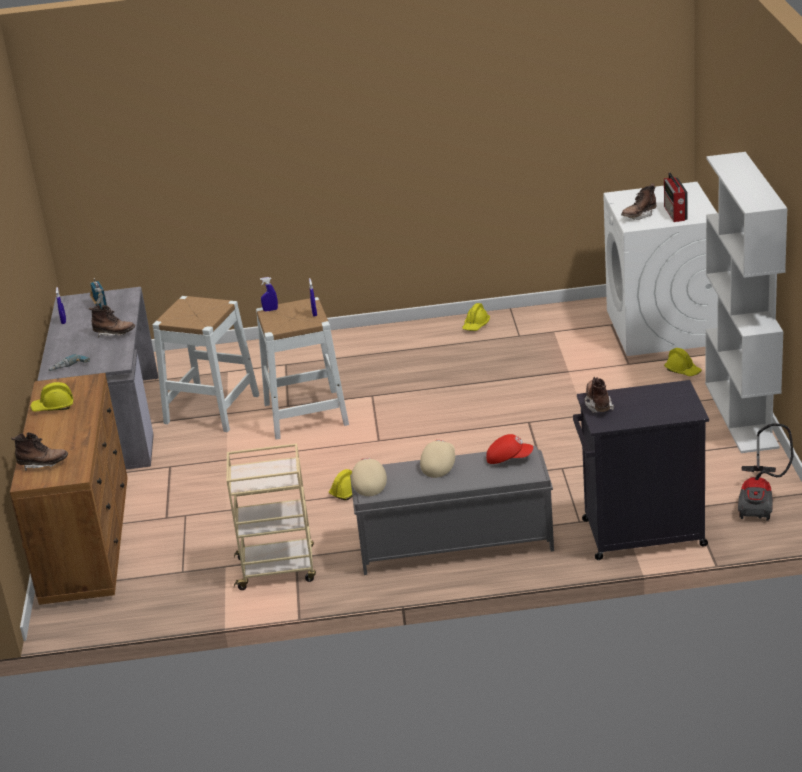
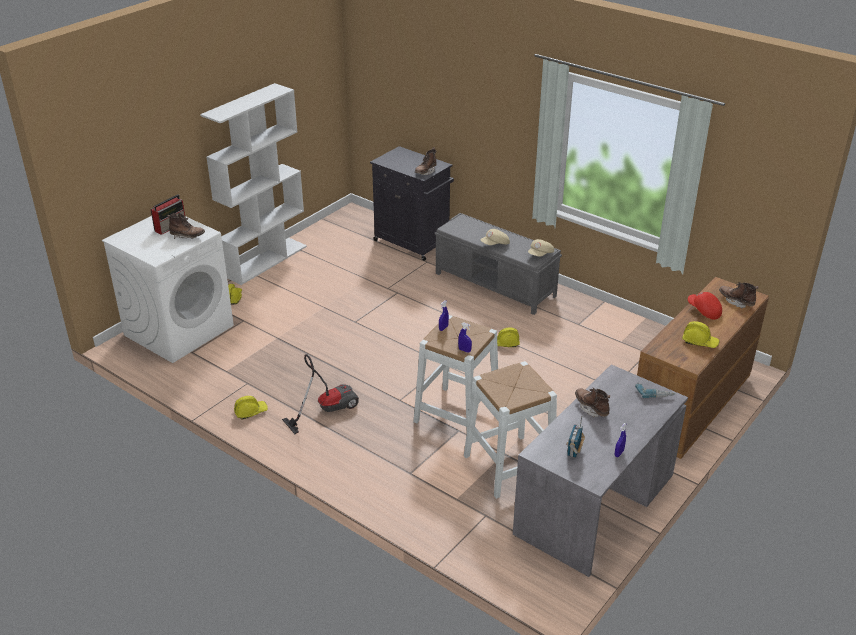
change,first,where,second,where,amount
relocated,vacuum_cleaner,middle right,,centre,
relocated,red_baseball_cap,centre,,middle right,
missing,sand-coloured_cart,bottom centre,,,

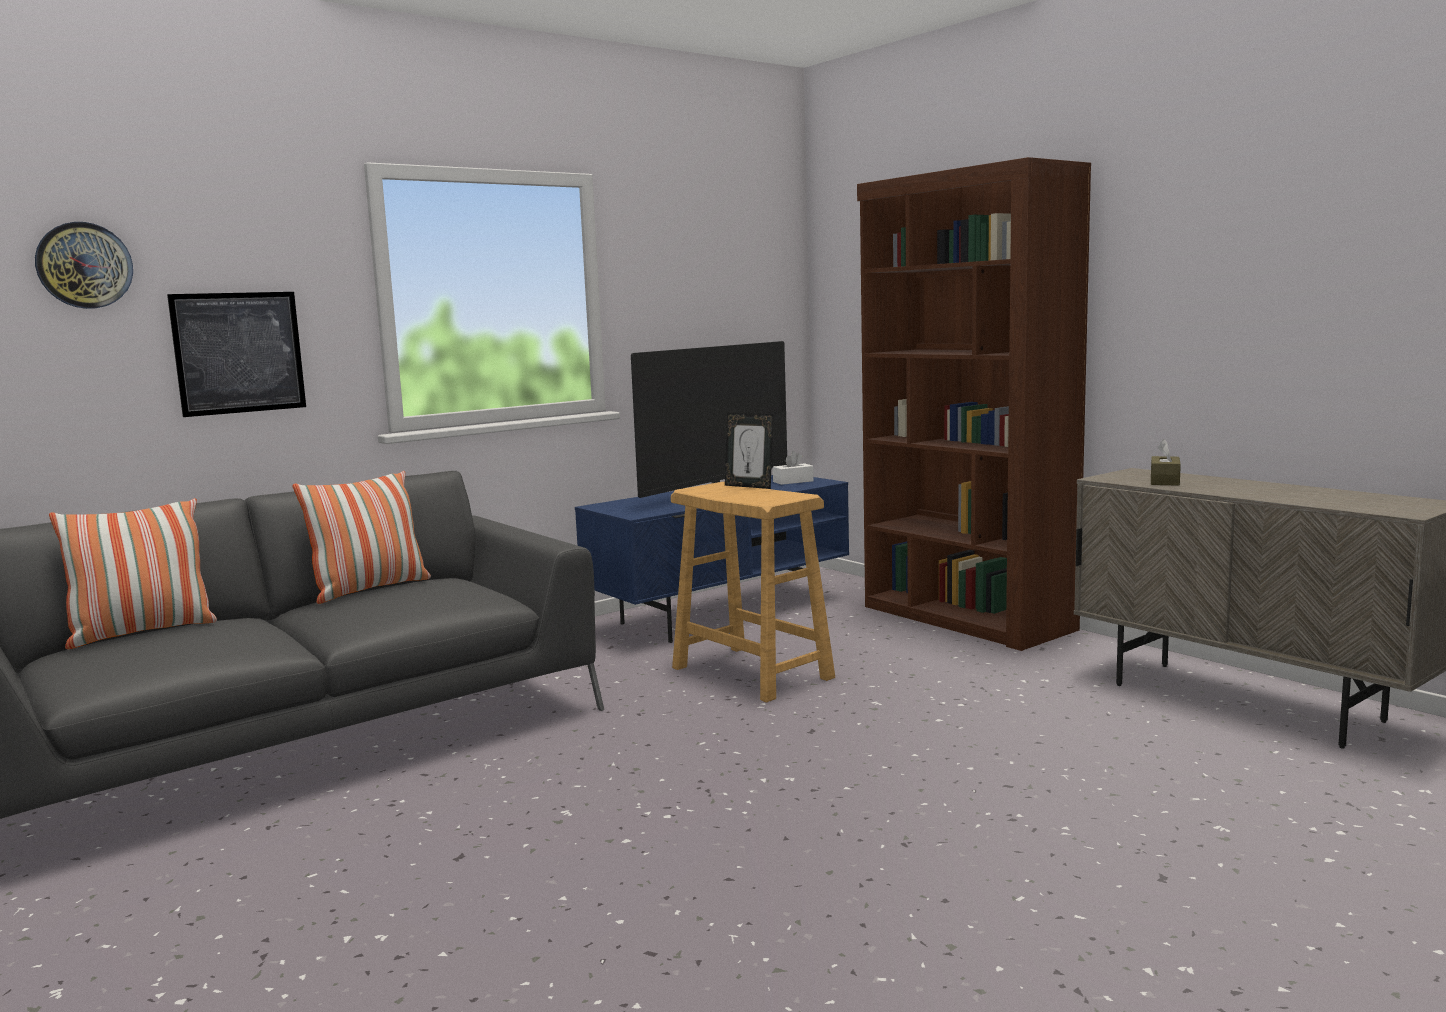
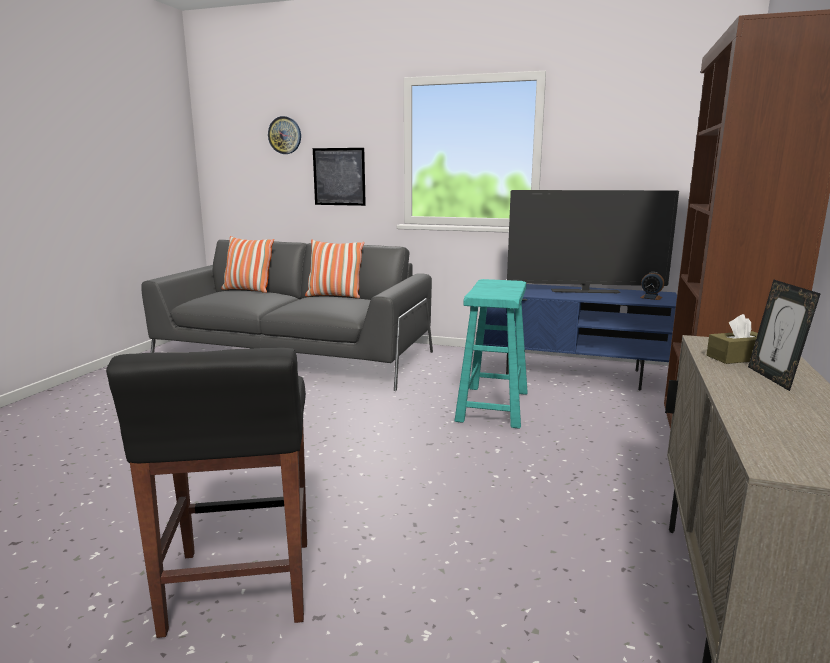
change,first,where,second,where,amount
relocated,picture_frame,centre,,middle right,
exchanged,white-coloured_box_of_tissues,centre,alarm_clock,middle right,
colour,sand-coloured_stool_seat,centre,turquoise-coloured_stool_seat,centre,
appeared,,,black_stool_seat,bottom left,

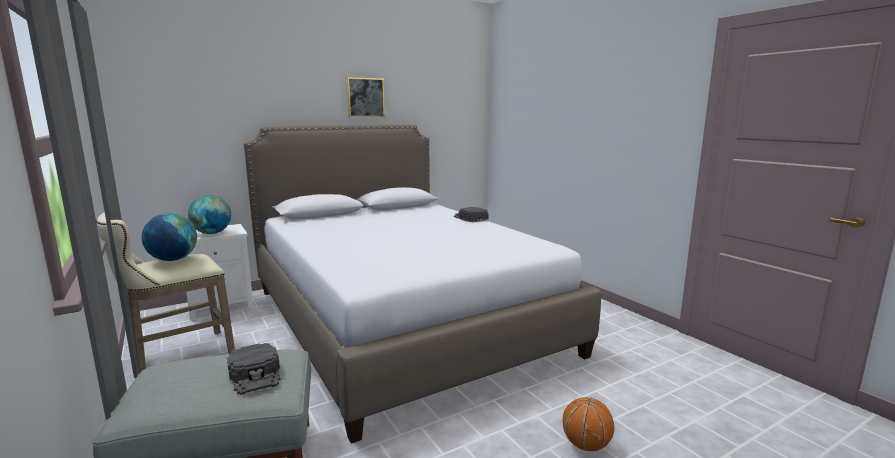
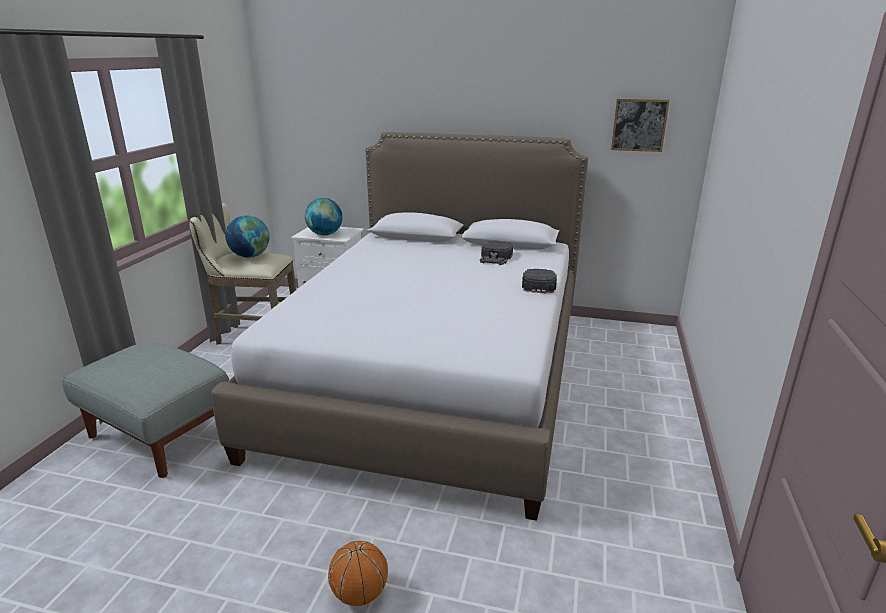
change,first,where,second,where,amount
relocated,wall_art,top centre,,top right,
relocated,black_baseball_cap (no. 1 from left),bottom left,,centre,

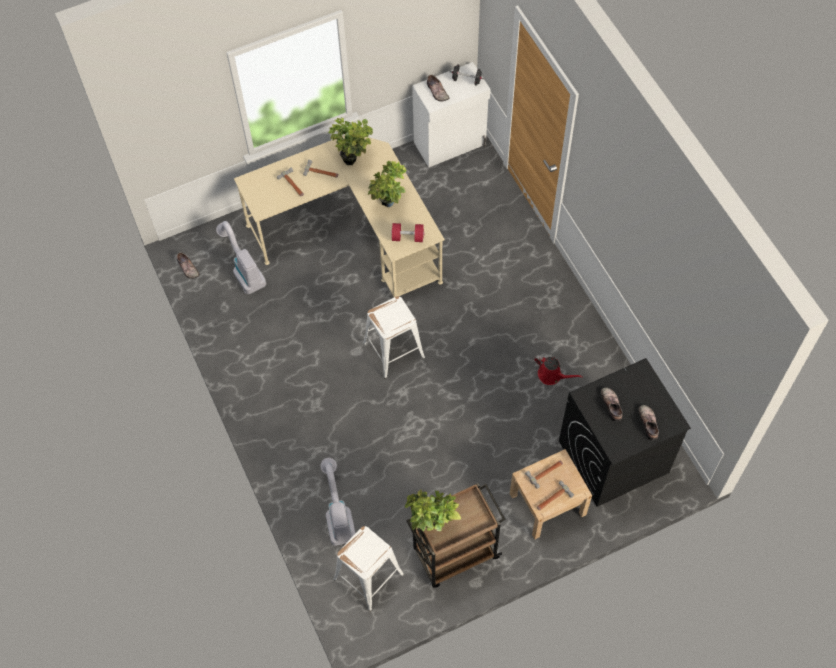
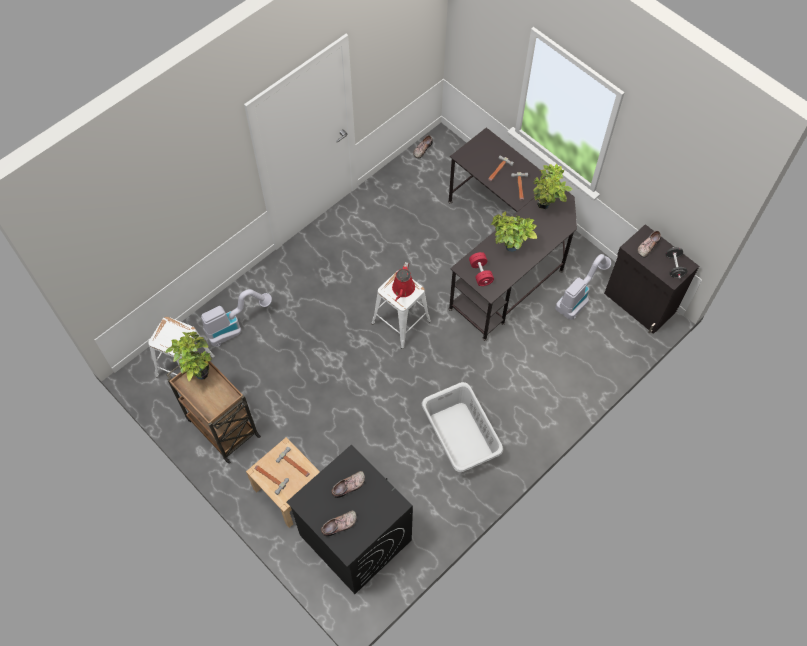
change,first,where,second,where,amount
colour,white-coloured_storage_cabinet,top centre,black_storage_cabinet,middle right,
colour,sand-coloured_desk_table,top centre,black_desk_table,centre,
relocated,vacuum_cleaner (no. 1 from left in the first image),middle left,vacuum_cleaner (no. 2 from left),middle right,
relocated,red_watering_pot,middle right,,centre,
appeared,,,grey_laundry_basket,centre,

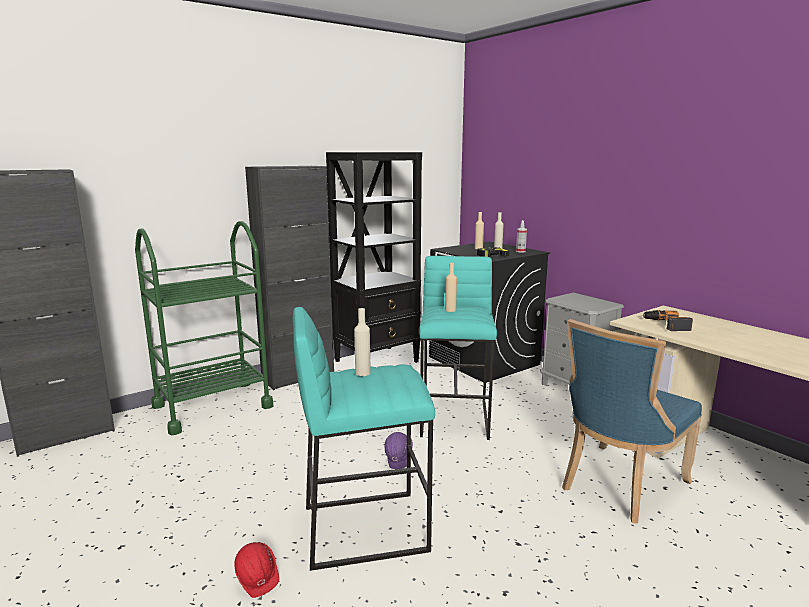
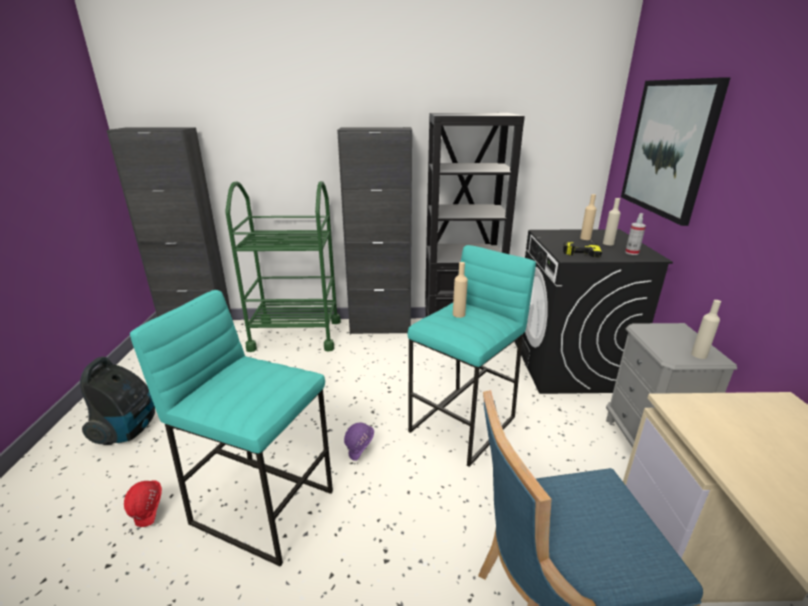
change,first,where,second,where,amount
relocated,sand-coloured_beverage_bottle (no. 1 from left in the first image),centre,sand-coloured_beverage_bottle (no. 4 from left),middle right,
missing,power_drill (no. 2 from left),middle right,,,
appeared,,,wall_art,top right,
appeared,,,vacuum_cleaner,middle left,

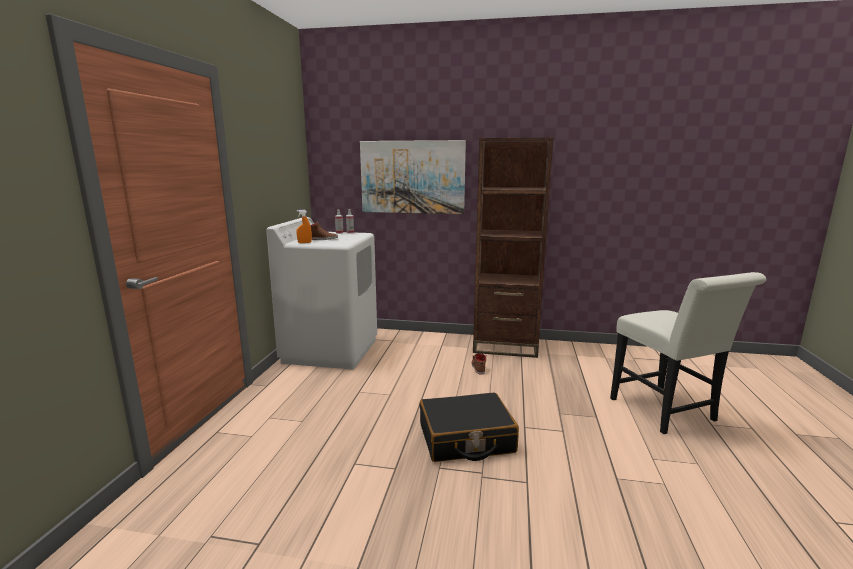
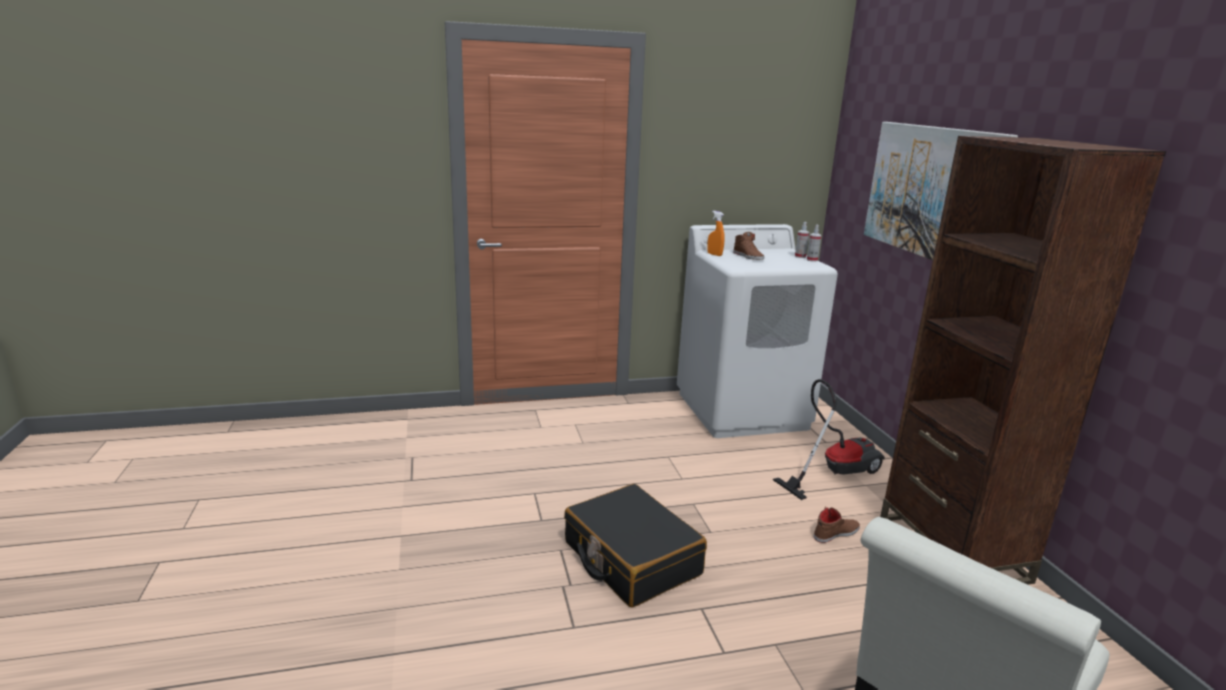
change,first,where,second,where,amount
appeared,,,vacuum_cleaner,middle right,

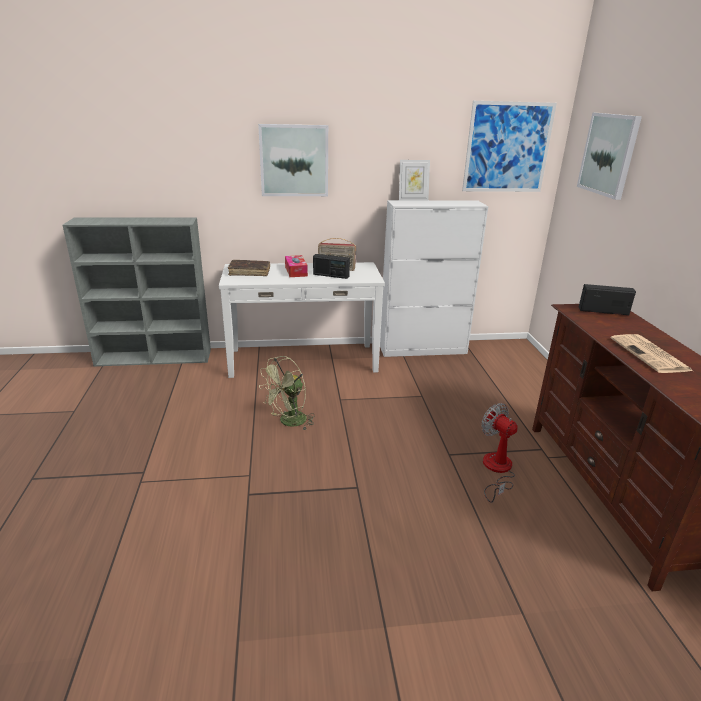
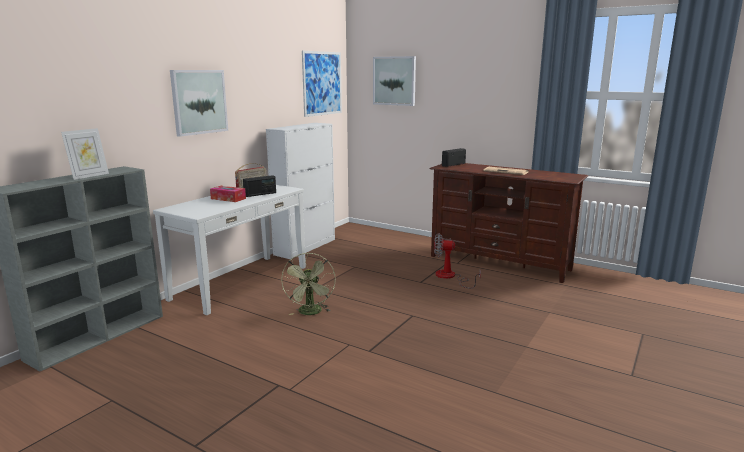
change,first,where,second,where,amount
relocated,picture_frame,top centre,,middle left,
missing,brown_book,centre,,,

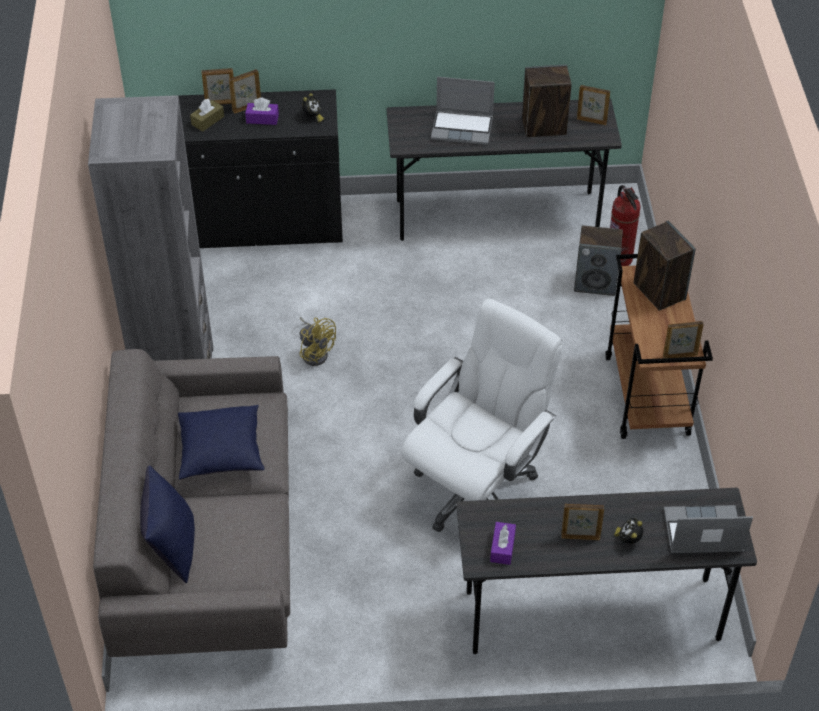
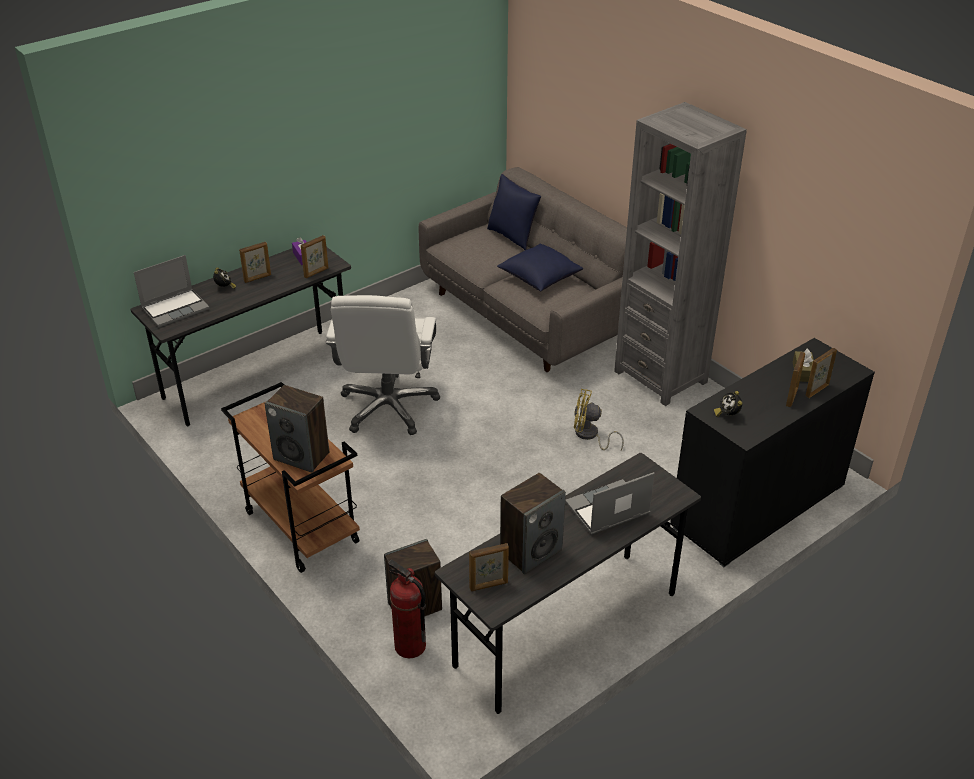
change,first,where,second,where,amount
missing,purple-coloured_box_of_tissues (no. 1 from left),top left,,,
relocated,picture_frame (no. 5 from left in the first image),middle right,picture_frame (no. 2 from left),top left,

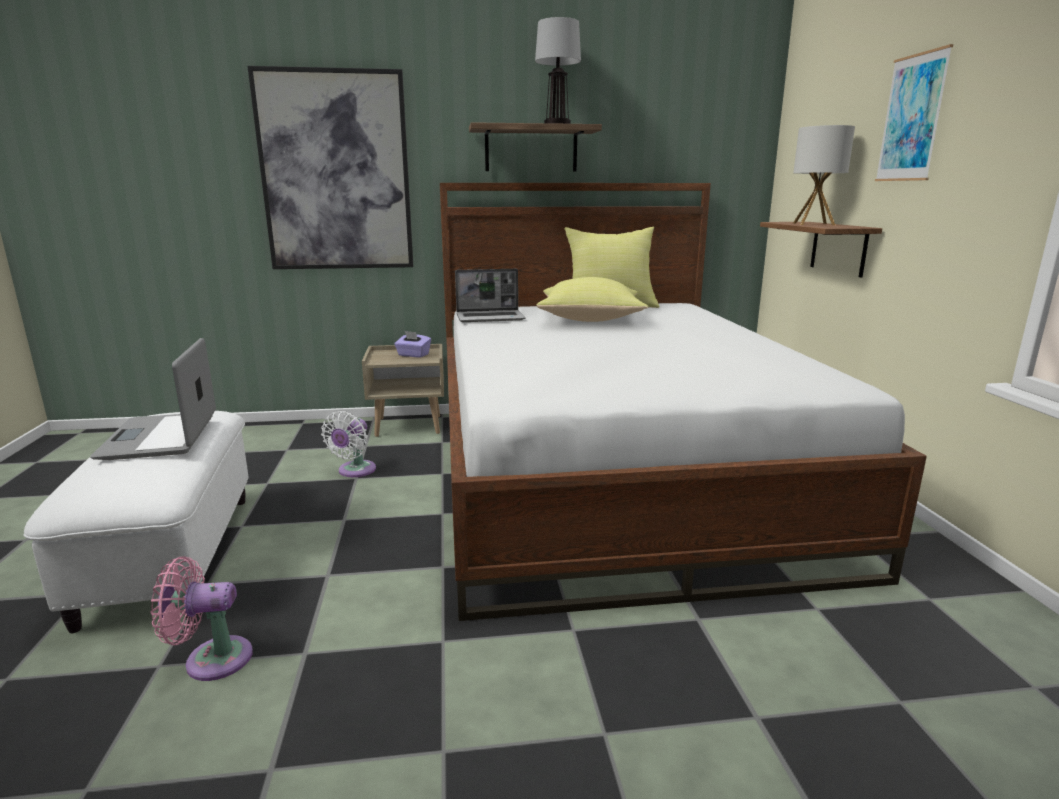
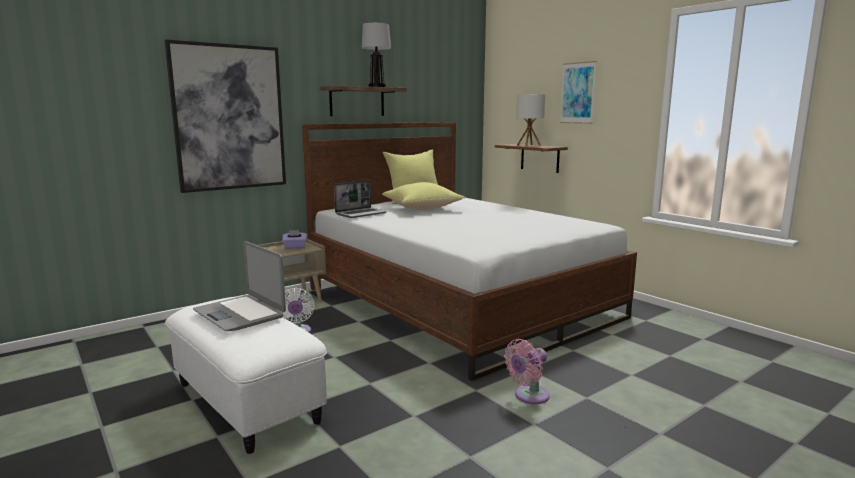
change,first,where,second,where,amount
relocated,pink-coloured_cooling_fan,bottom left,,bottom centre,

